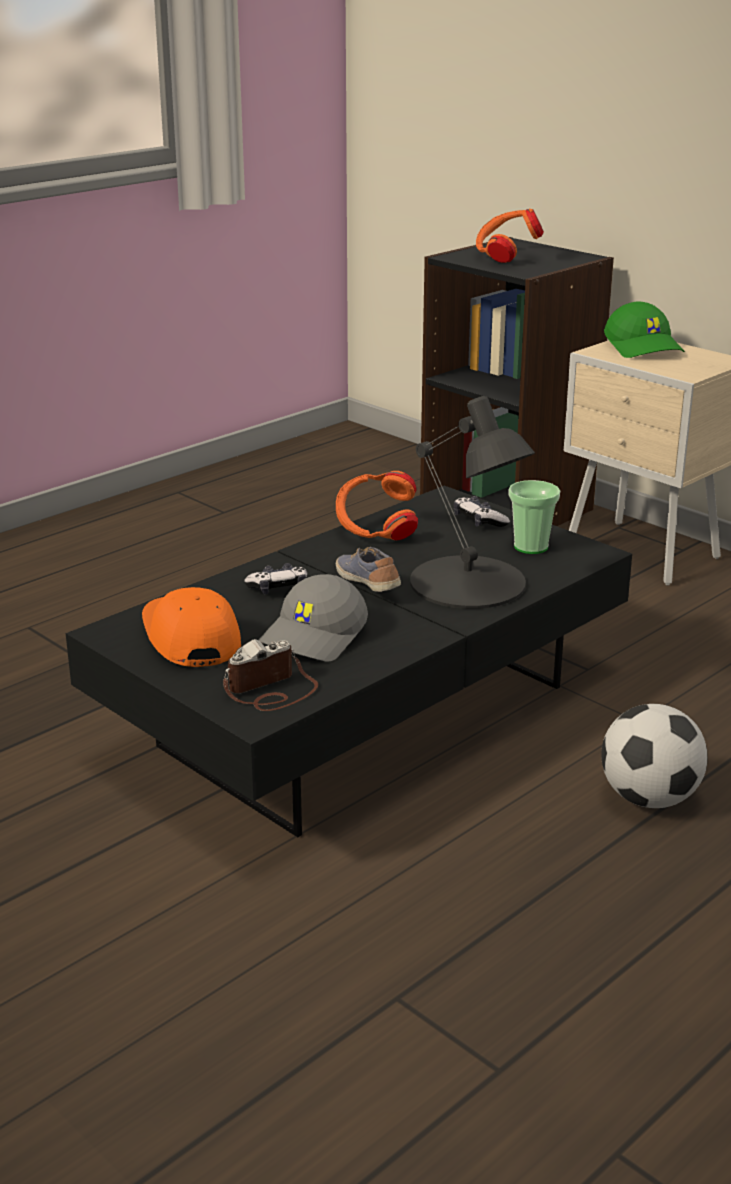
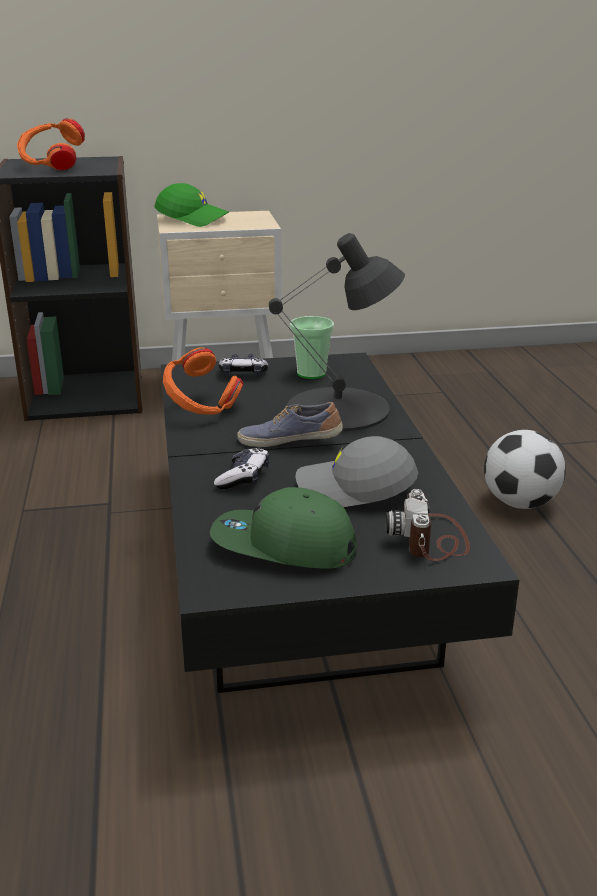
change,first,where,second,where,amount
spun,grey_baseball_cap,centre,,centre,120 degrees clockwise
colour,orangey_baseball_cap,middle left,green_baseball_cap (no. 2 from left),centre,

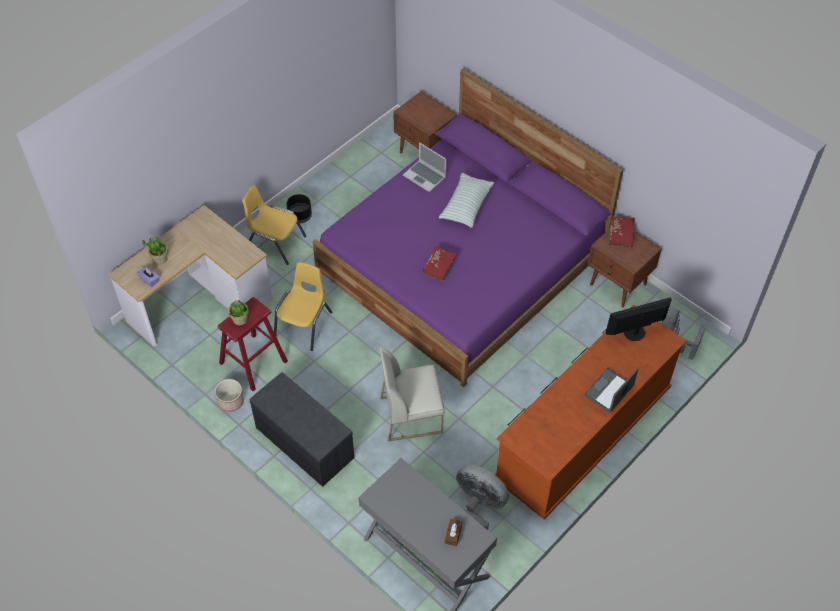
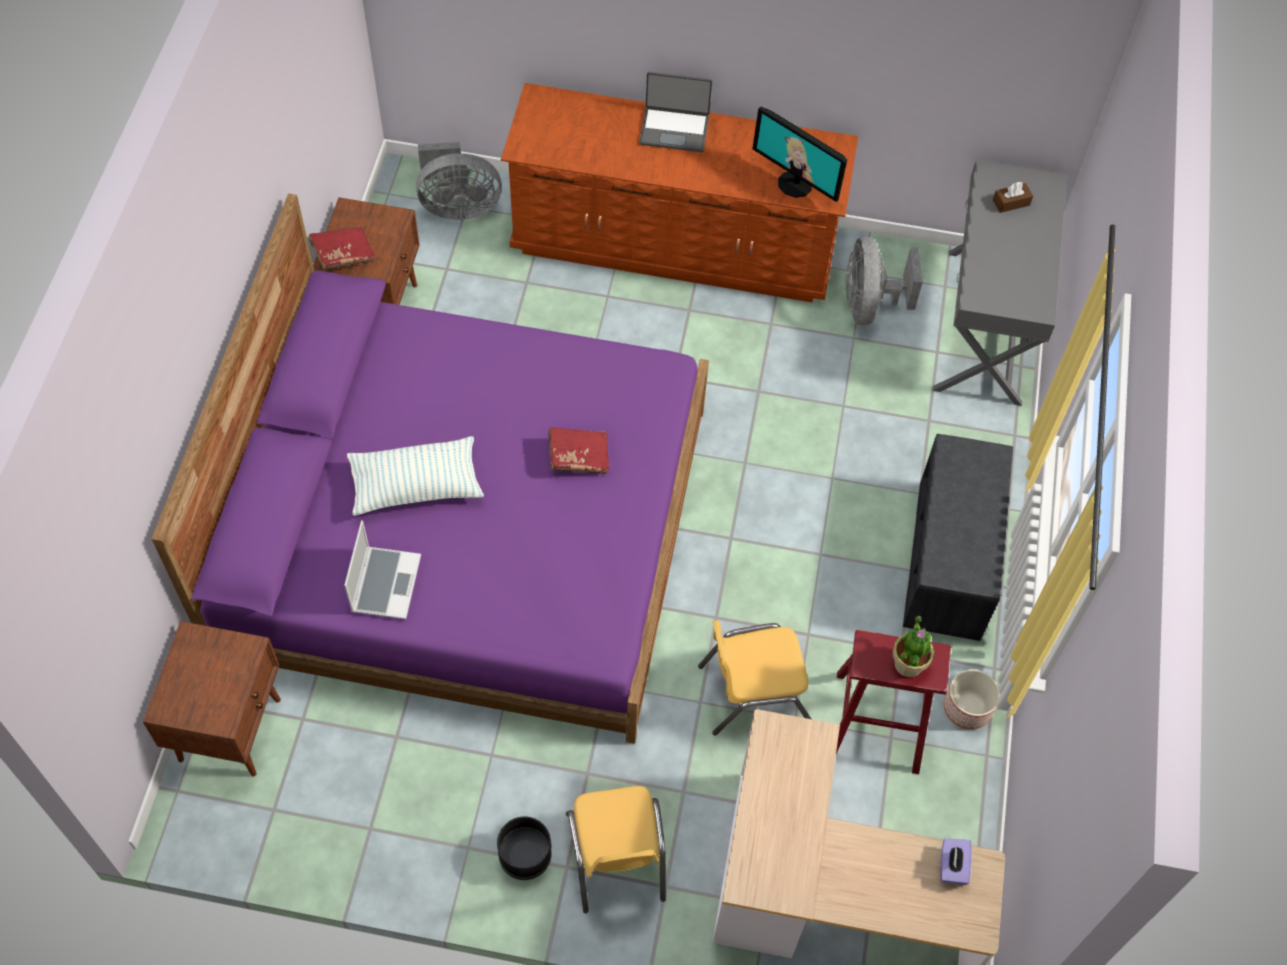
change,first,where,second,where,amount
missing,plant_in_a_pot (no. 1 from left),middle left,,,
relocated,computer_display,middle right,,top centre,
missing,white-coloured_upright_chair,centre,,,

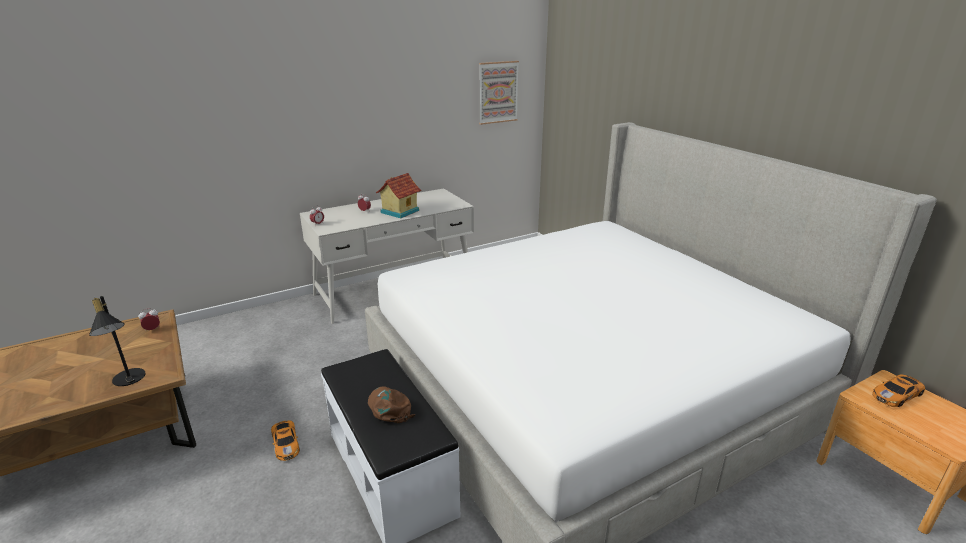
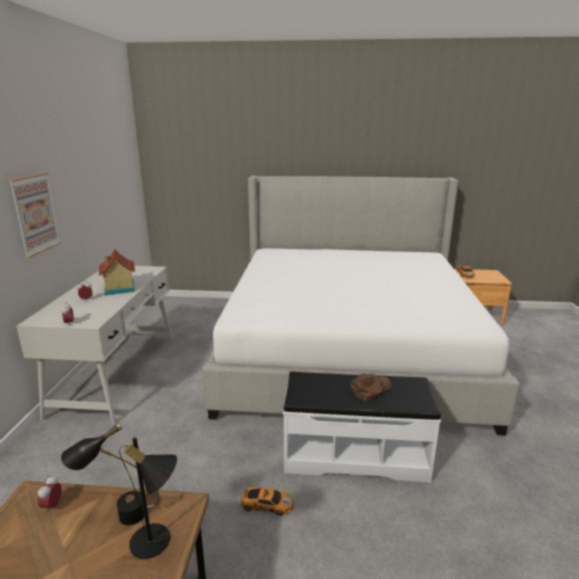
change,first,where,second,where,amount
relocated,wall_art,top centre,,middle left,
spun,brown_baseball_cap,bottom centre,,bottom centre,135 degrees clockwise
appeared,,,black_tabletop_lamp (no. 1 from left),bottom left,

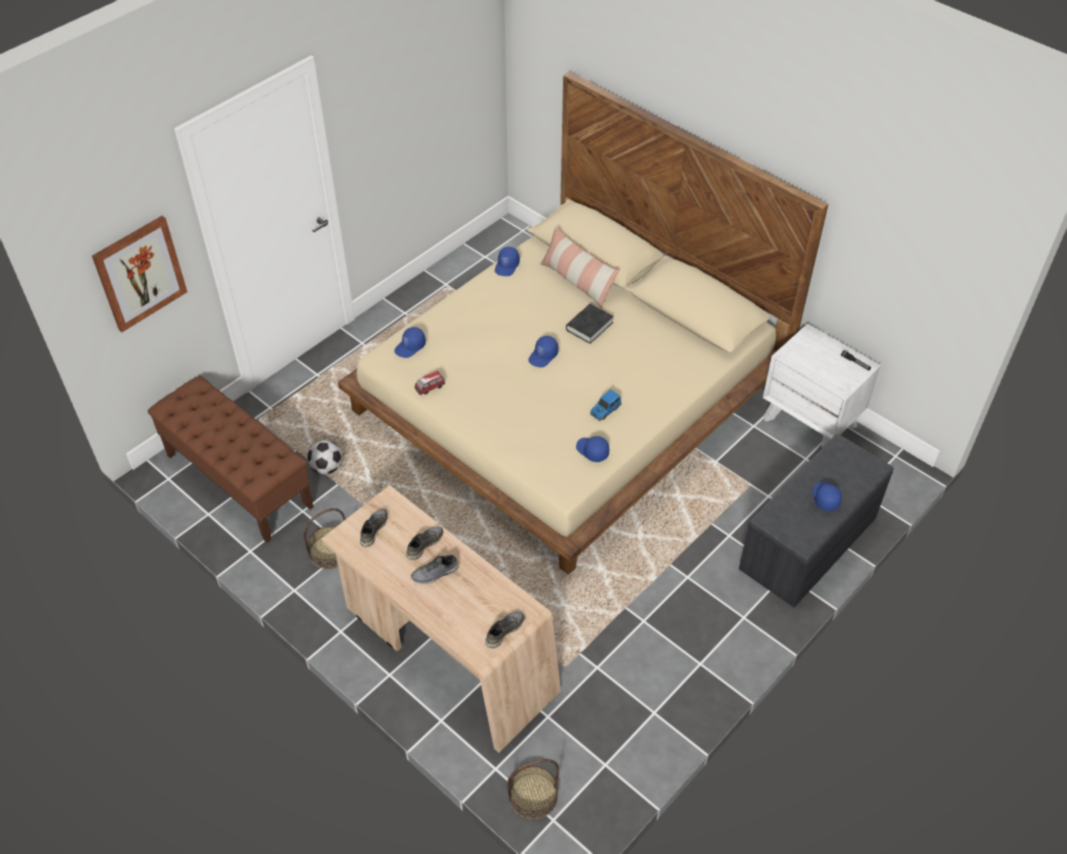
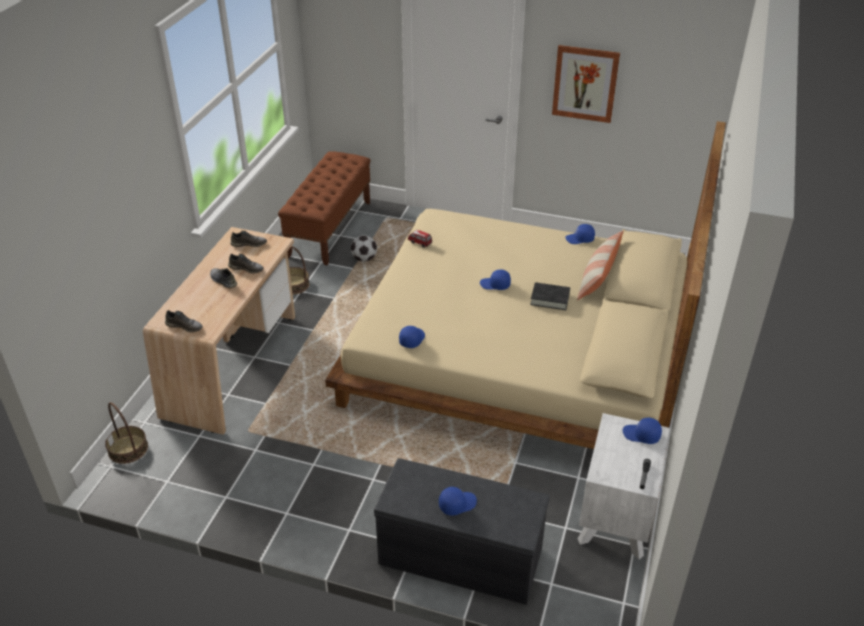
change,first,where,second,where,amount
relocated,wall_art,top left,,top right,
relocated,blue_baseball_cap (no. 1 from left in the first image),centre,blue_baseball_cap (no. 5 from left),bottom right,
missing,model_car (no. 2 from left),centre,,,

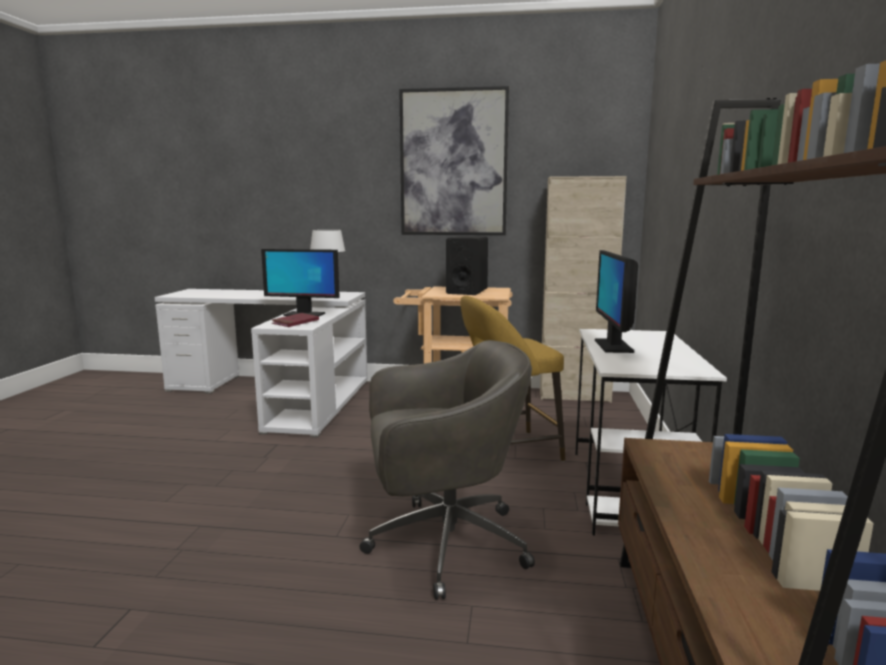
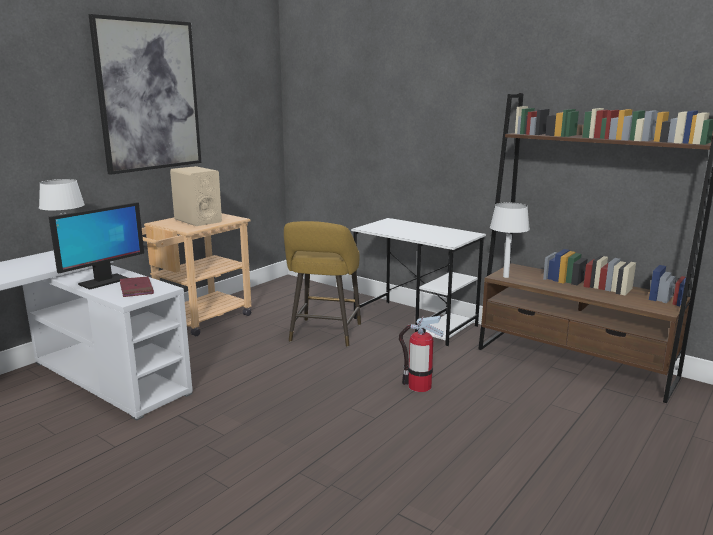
change,first,where,second,where,amount
missing,sand-coloured_storage_cabinet,centre,,,
colour,black_loudspeaker,centre,sand-coloured_loudspeaker,middle left,
missing,computer_display (no. 2 from left),middle right,,,
exchanged,grey_desk_chair,bottom centre,fire-fighting_cylinder,centre,
appeared,,,white-coloured_tabletop_lamp (no. 2 from left),middle right,

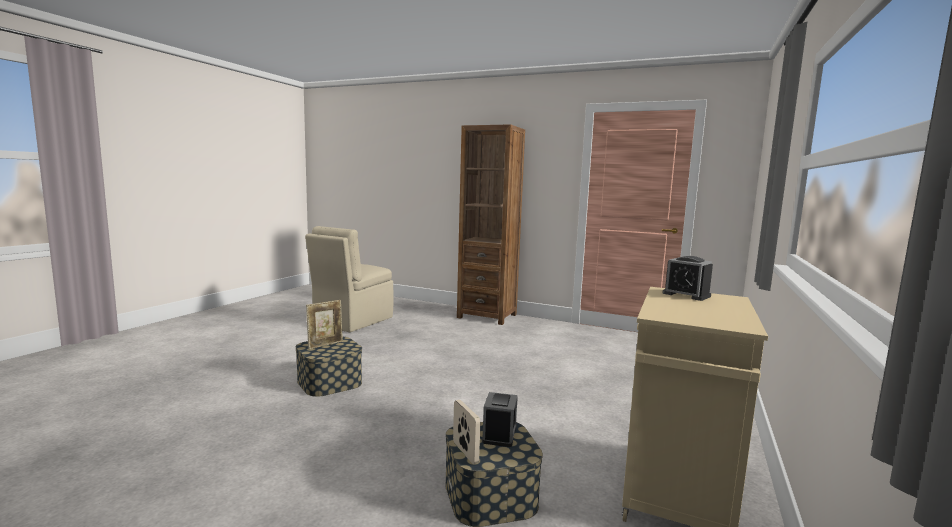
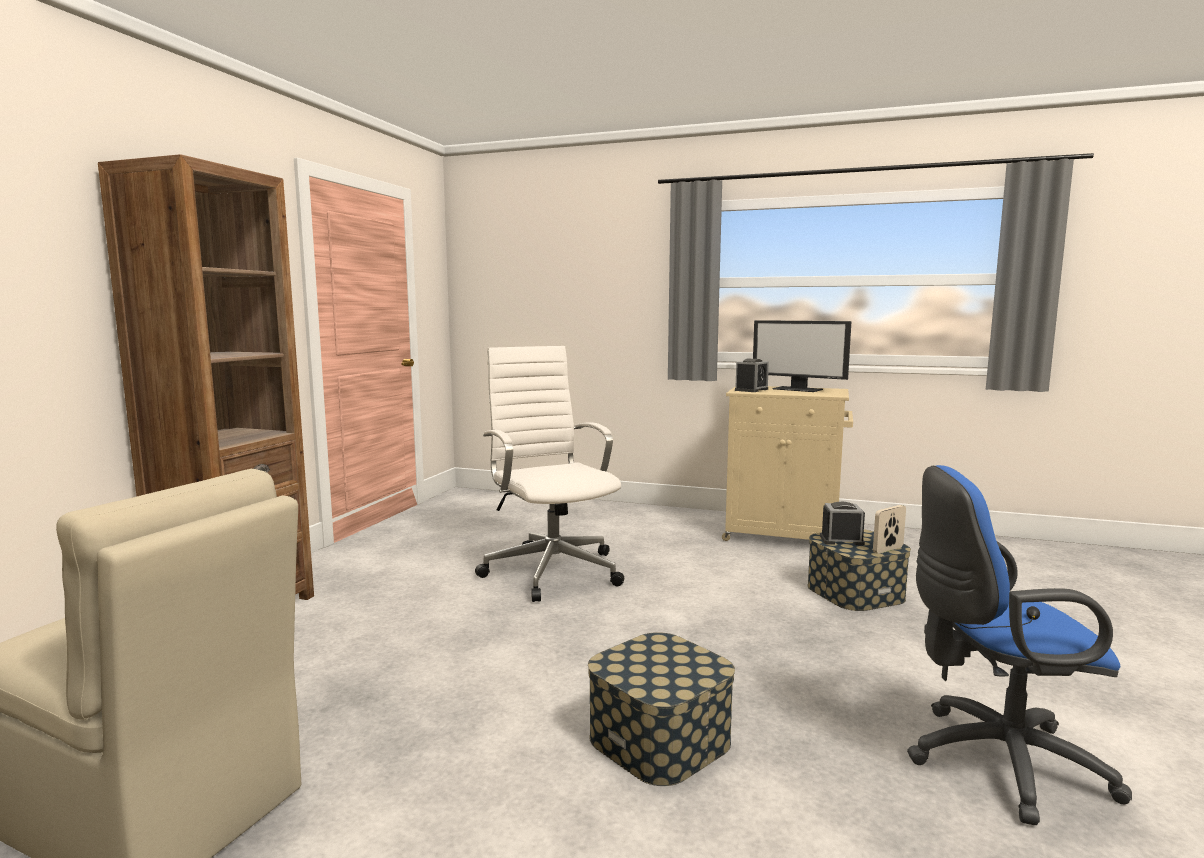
change,first,where,second,where,amount
missing,picture_frame (no. 1 from left),centre,,,
appeared,,,computer_display,centre,
appeared,,,white-coloured_desk_chair,centre,
appeared,,,blue_desk_chair,bottom right,

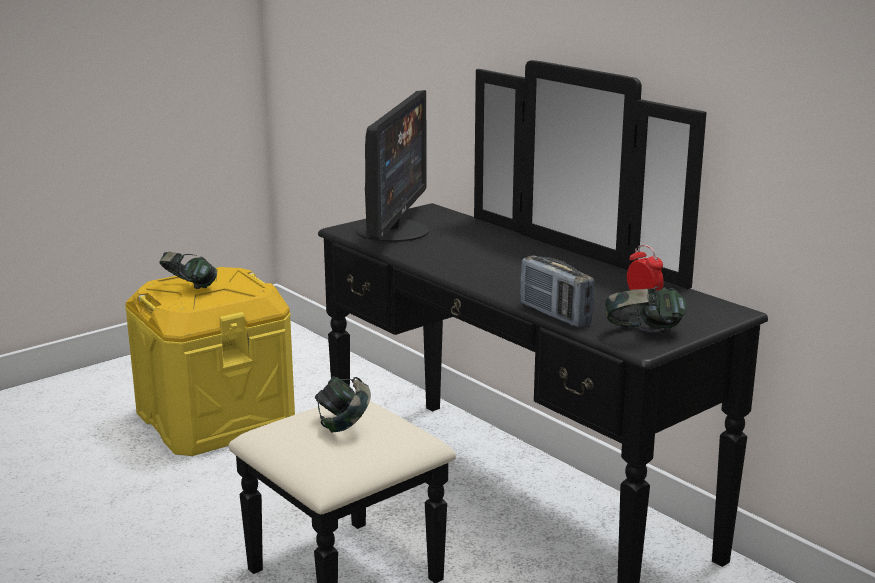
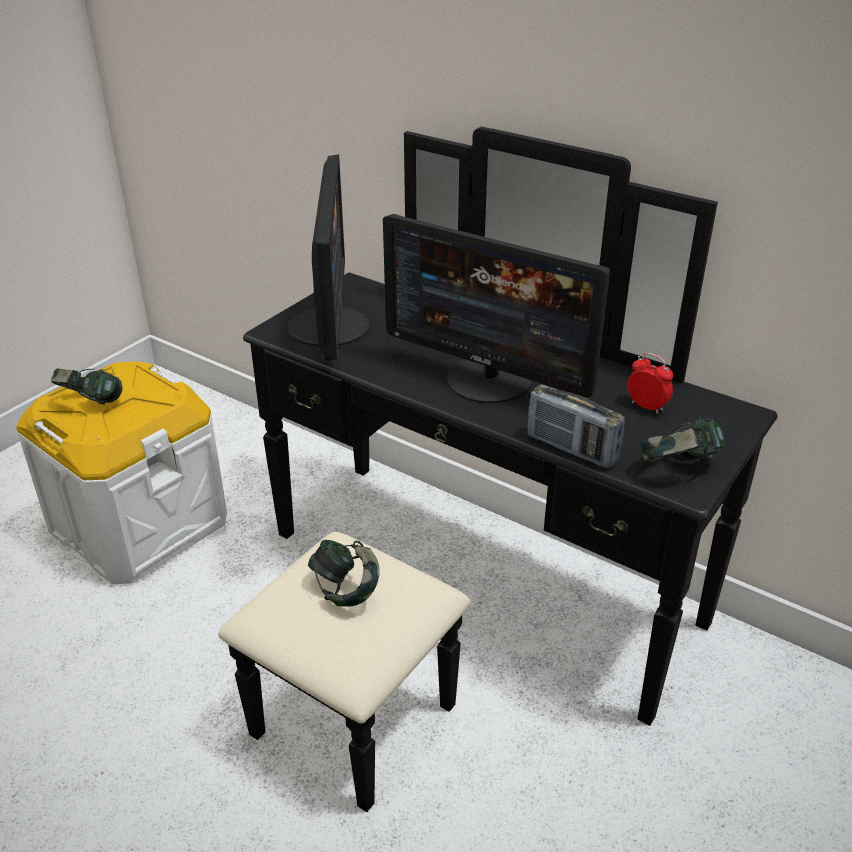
change,first,where,second,where,amount
colour,yellow_storage_bin,middle left,white-coloured_storage_bin,middle left,
appeared,,,computer_display (no. 2 from left),centre,

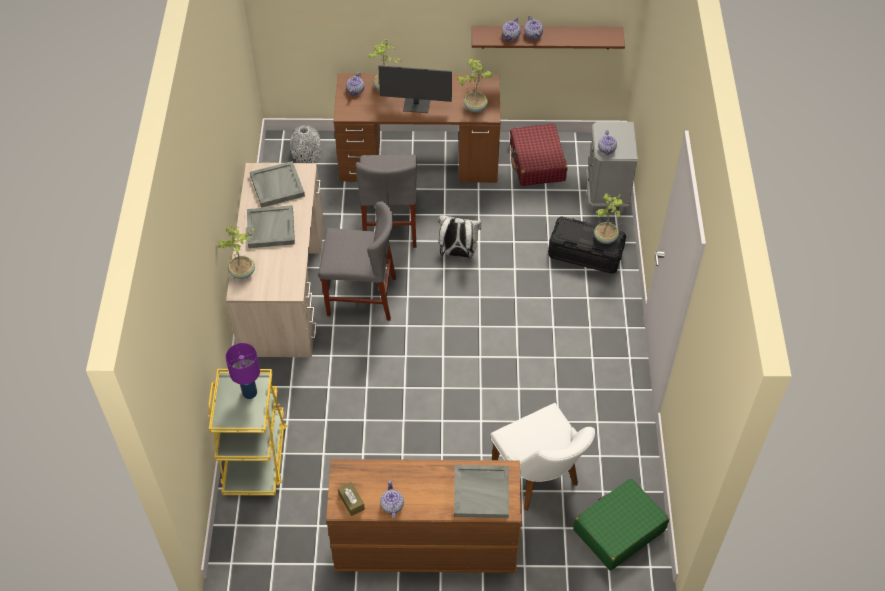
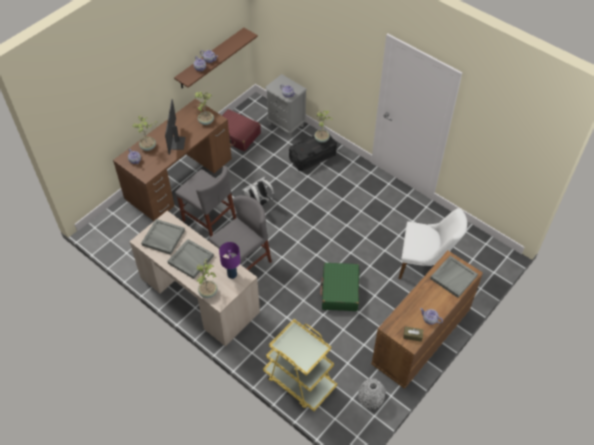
change,first,where,second,where,amount
spun,computer_display,top centre,,top left,135 degrees clockwise
relocated,grey_decorative_vase,top centre,,bottom centre,
relocated,purple-coloured_tabletop_lamp,middle left,,centre,
relocated,green_suitcase,bottom right,,centre,

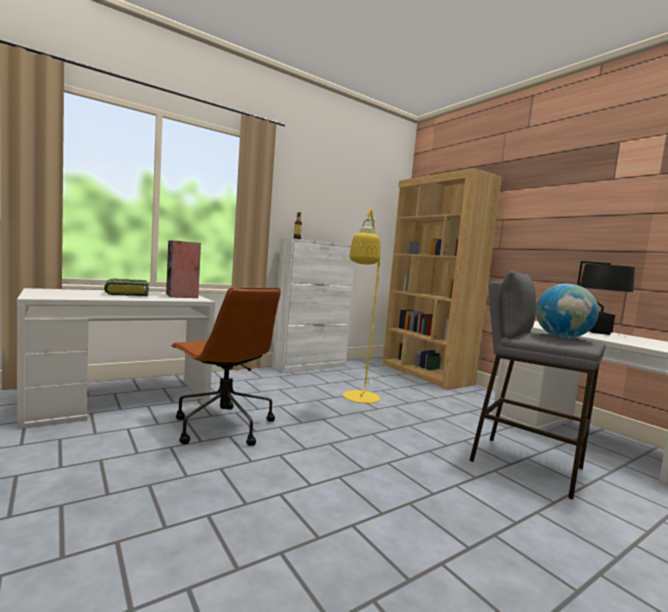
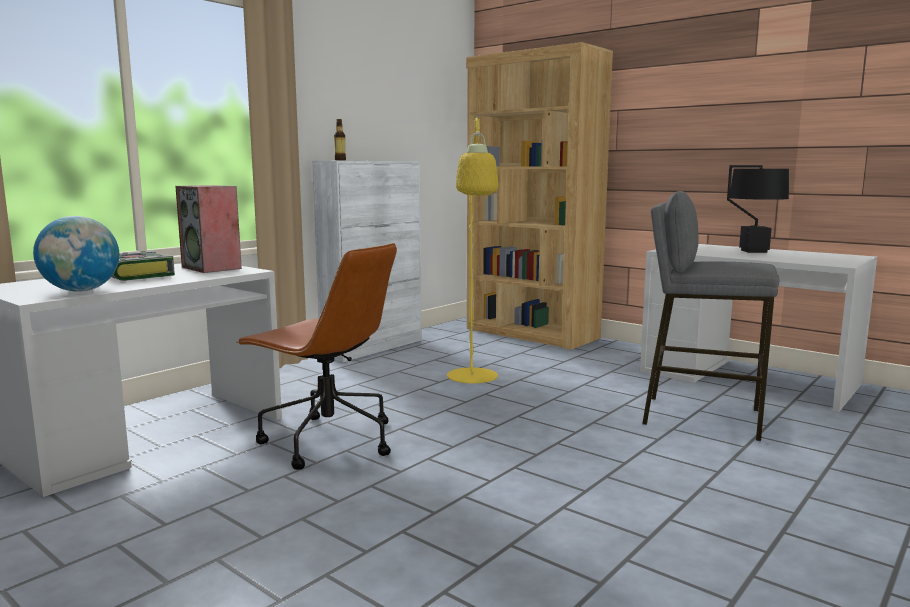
change,first,where,second,where,amount
relocated,world_globe,middle right,,middle left,

